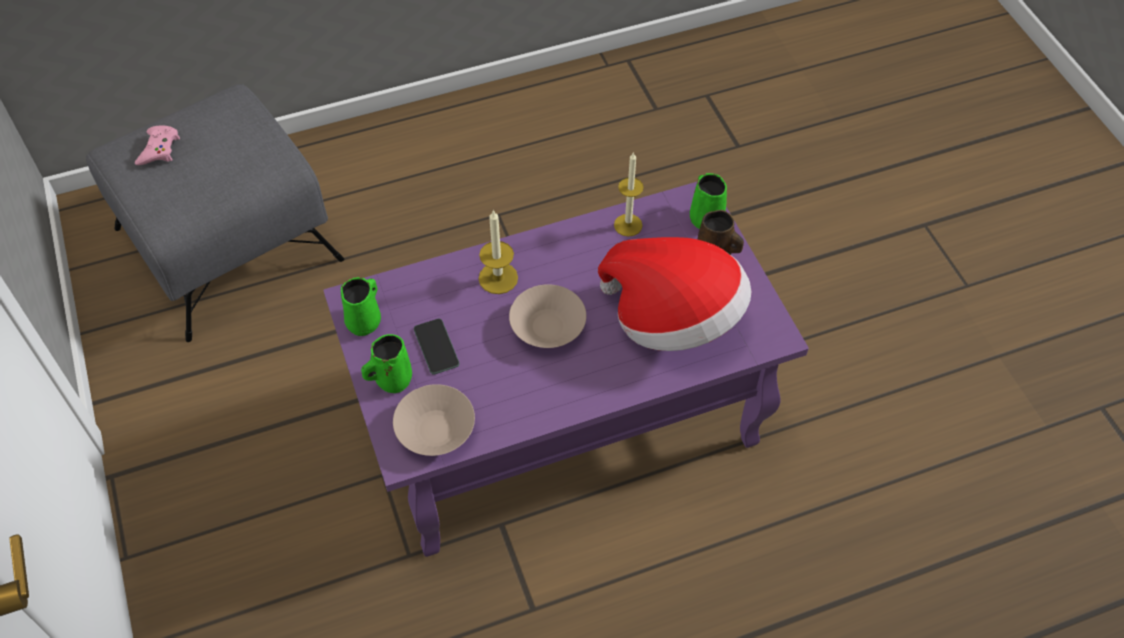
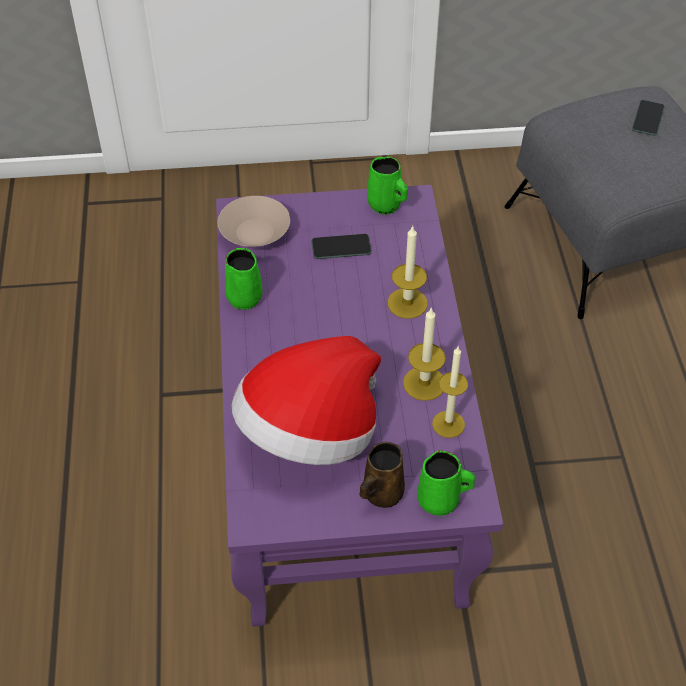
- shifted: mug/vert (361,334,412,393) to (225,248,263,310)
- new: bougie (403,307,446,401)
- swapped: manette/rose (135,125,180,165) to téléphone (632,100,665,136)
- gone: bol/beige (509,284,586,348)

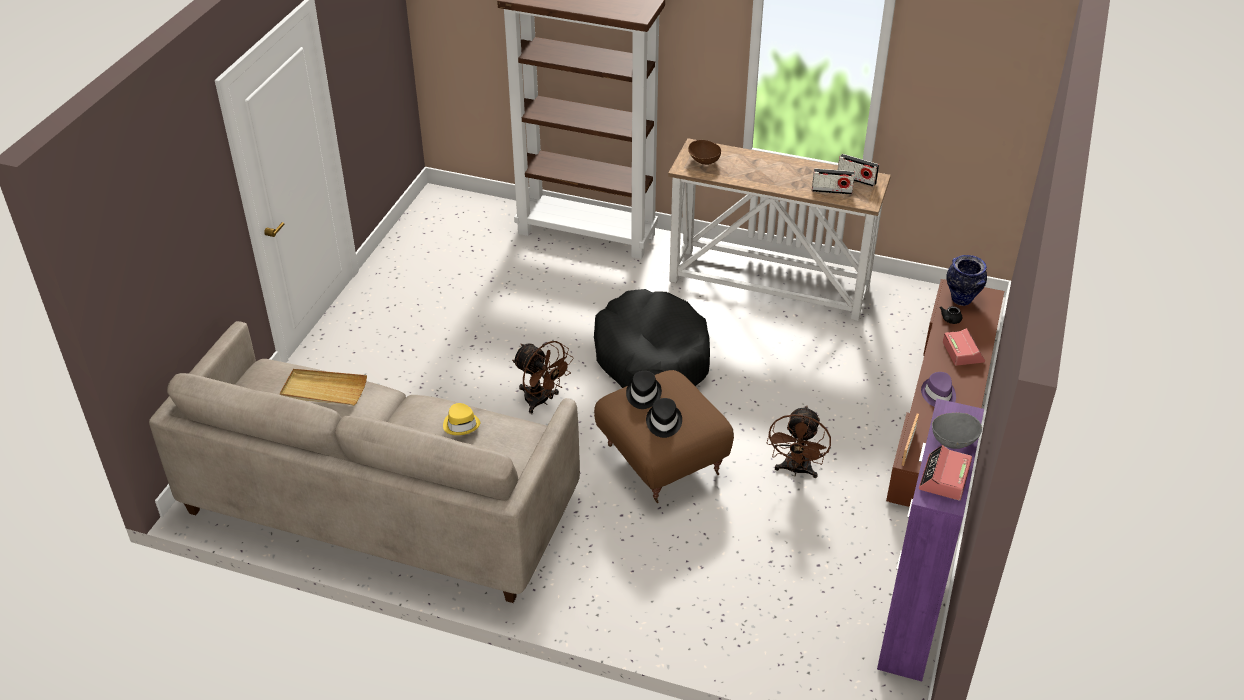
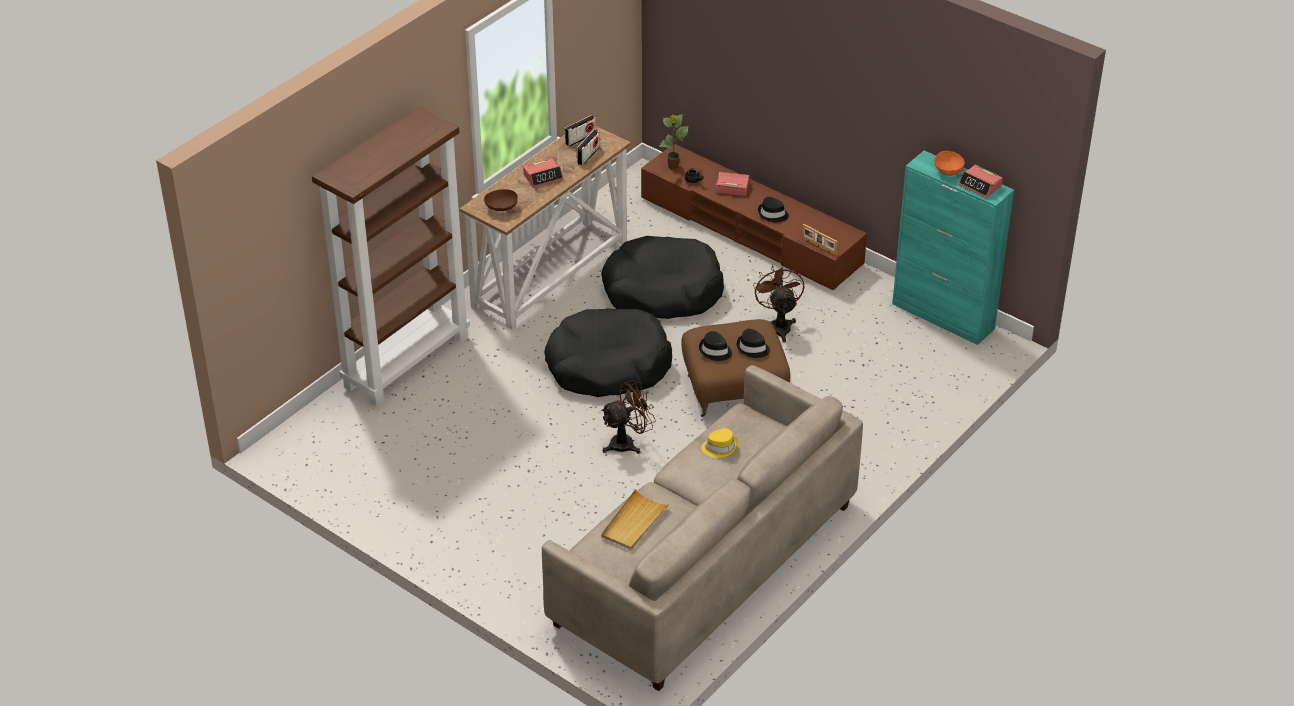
- new: réveil (523,158,563,188)
- new: panier pour chien/noir (601,236,724,319)
- swapped: vase (946,255,987,306) to plante en pot (659,114,688,169)
- rotated: ventilateur/marron (767,406,831,478) = (753,264,804,342) 135 degrees counterclockwise
- repainted: chapeau/violet (921,372,956,407) to chapeau/noir (758,197,789,222)
- repainted: meuble de rangement/violet (877,399,984,682) to meuble de rangement/turquoise (892,150,1014,345)
- repainted: bol/gris (932,413,982,449) to bol/orange (934,151,965,176)

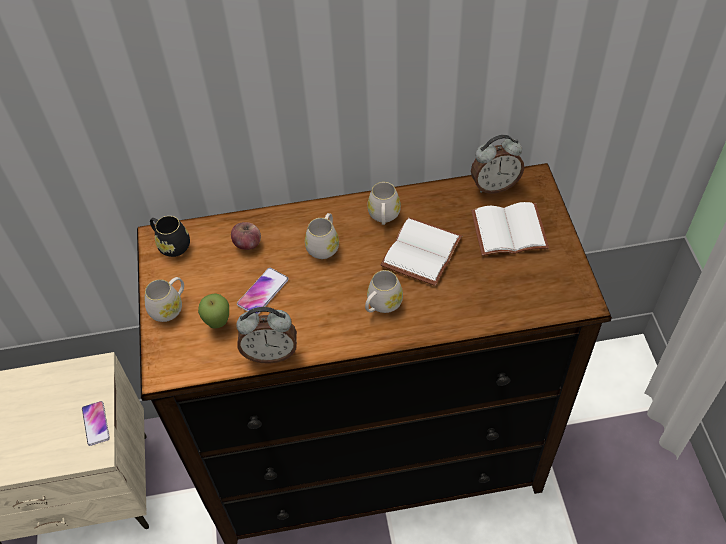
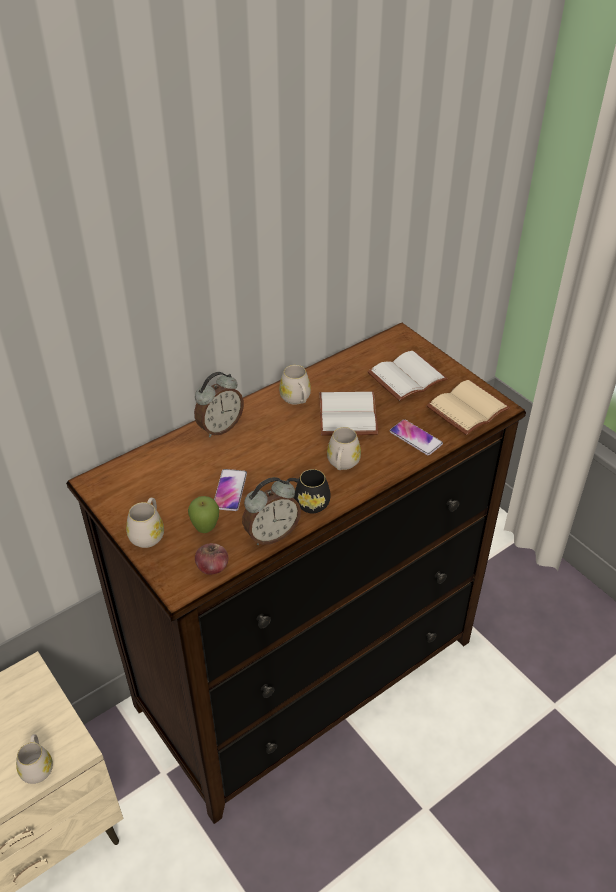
- shifted: mug/blanc (305,213,339,259) to (16,734,53,784)
- shifted: réveil (471,135,524,194) to (194,372,244,437)
- shifted: pomme (231,222,261,250) to (195,543,228,575)
- shifted: mug/noir (150,216,190,257) to (288,469,330,513)
- shifted: téléphone (82,401,110,446) to (390,419,443,455)
- new: livre/beige (427,380,510,435)

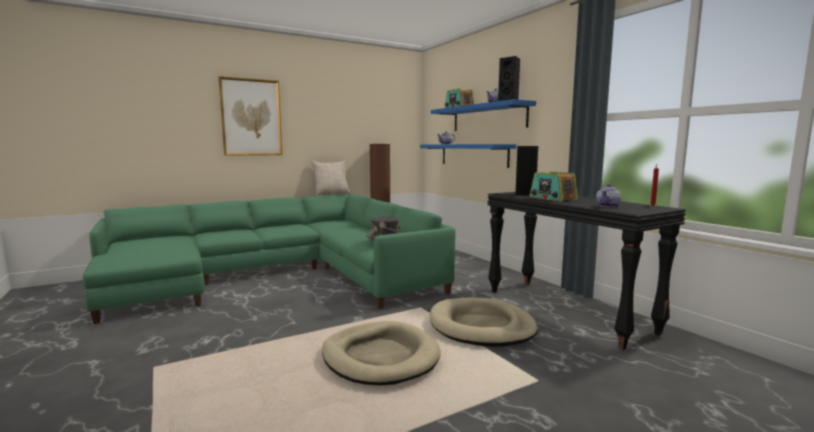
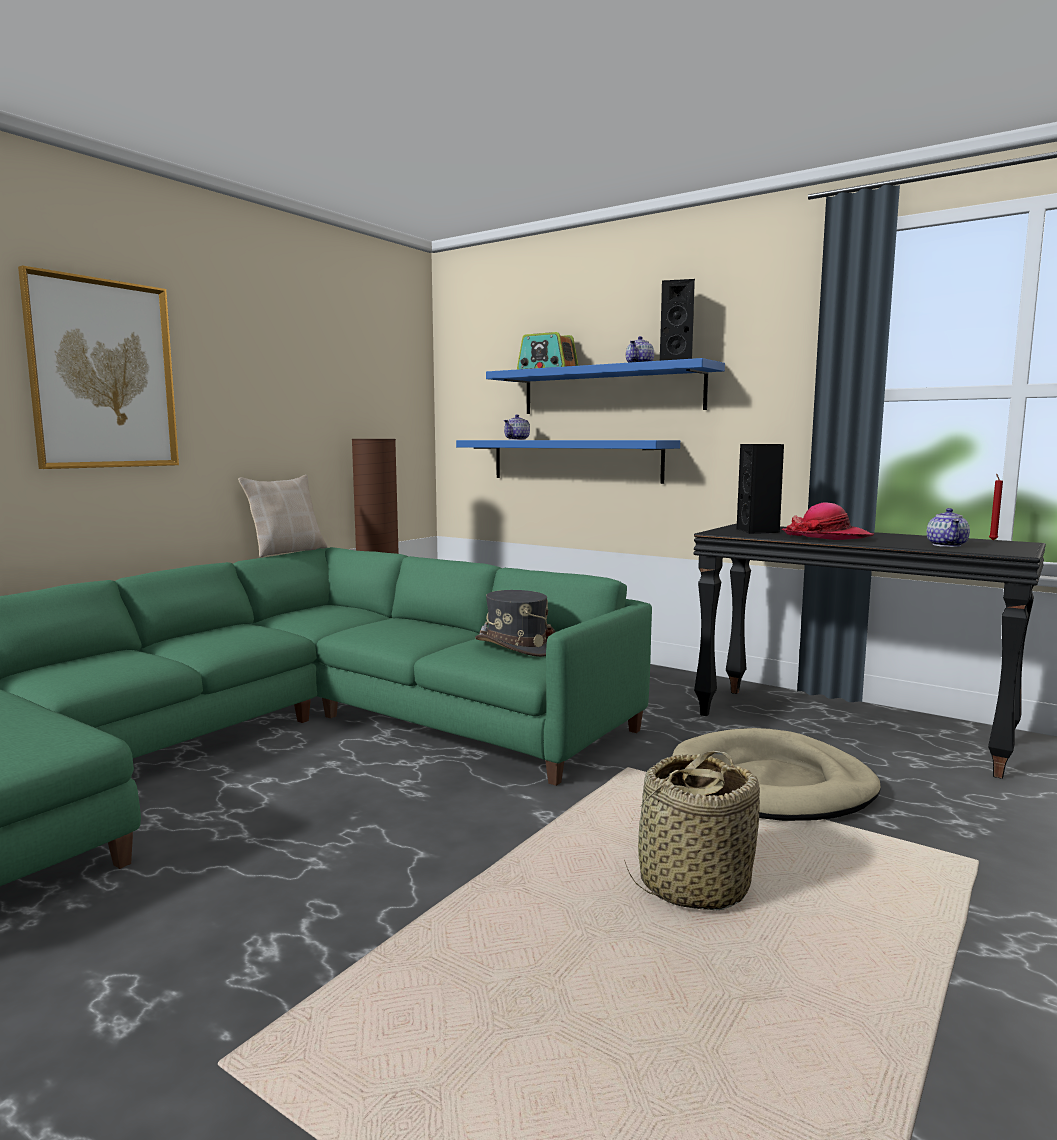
- swapped: panier pour chien/beige (322,321,441,385) to panier (624,751,760,910)
- swapped: radio (530,172,578,202) to chapeau (782,503,874,540)

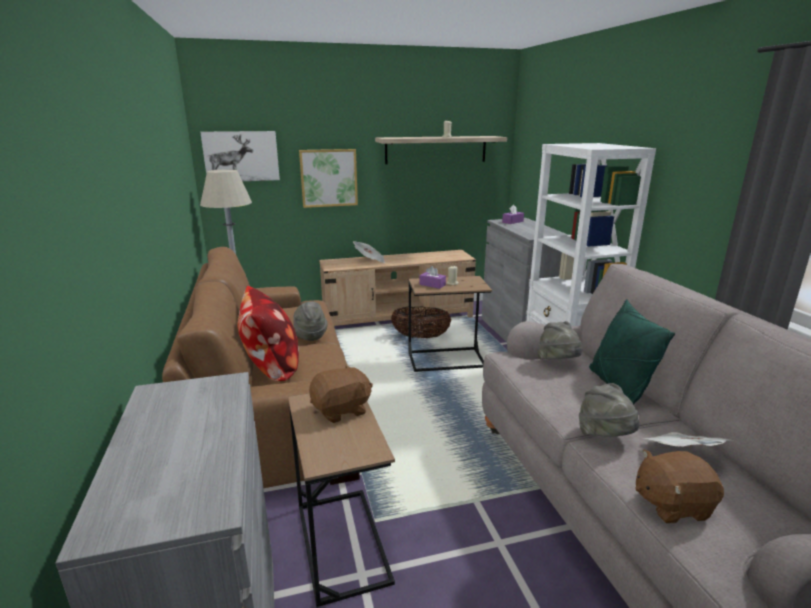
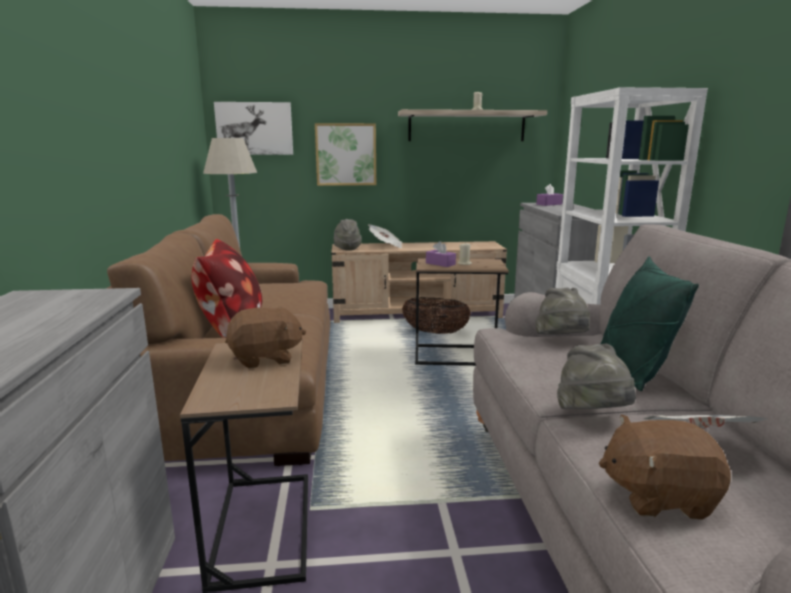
- shifted: chapeau/gris (293,301,328,341) to (334,219,362,251)

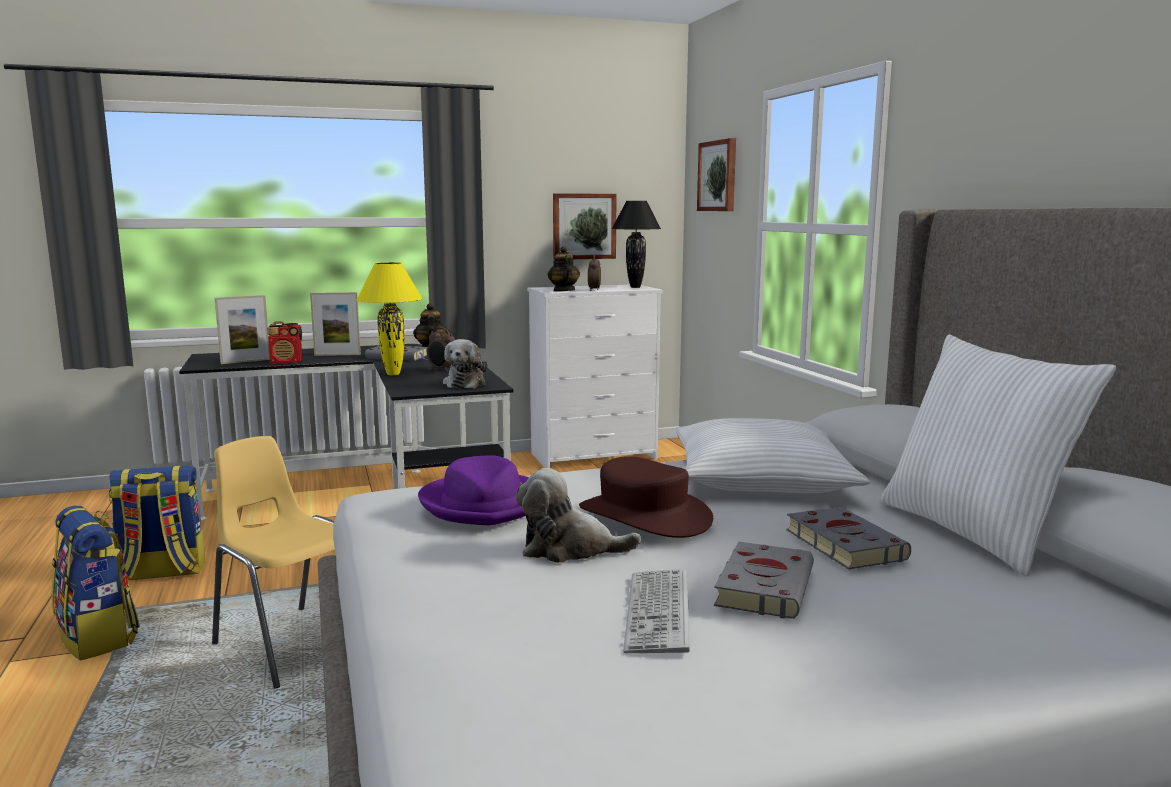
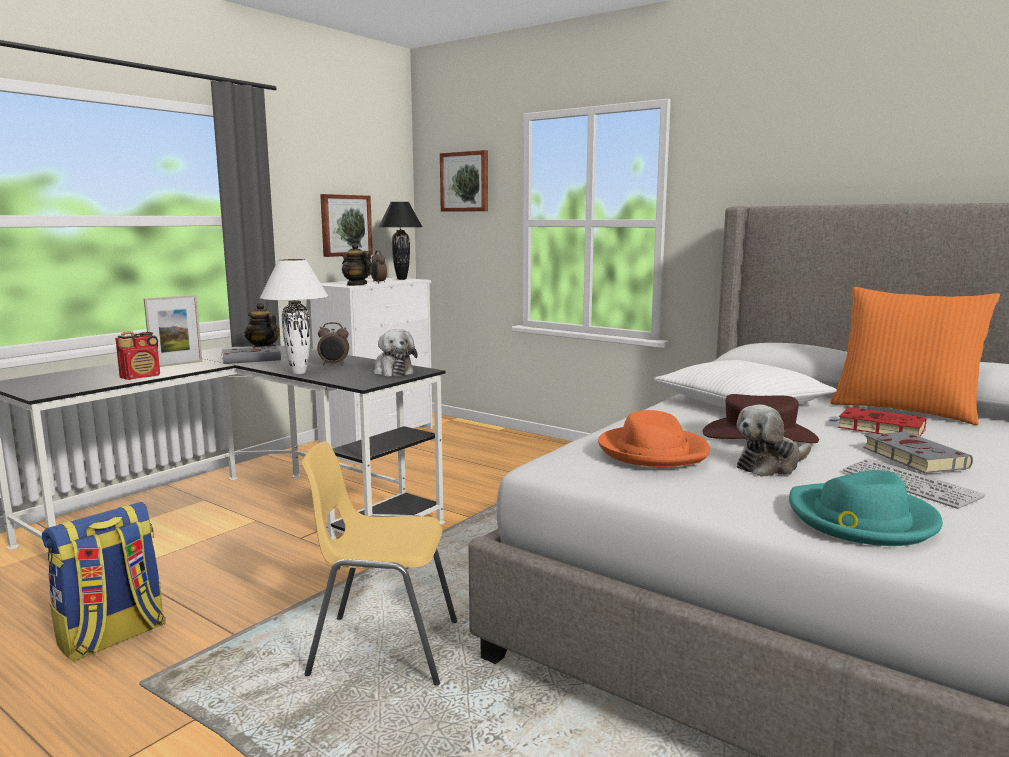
- repainted: lampe de table/jaune (357,262,423,375) to lampe de table/blanc (260,259,328,374)
- repainted: chapeau/violet (418,455,529,525) to chapeau/orange (598,410,710,467)
- new: chapeau/turquoise (789,470,943,546)
- repainted: livre/gris (786,507,911,570) to livre/rouge (829,407,927,437)
- repainted: coussin/blanc (879,335,1116,577) to coussin/orange (830,287,1000,425)
- gone: sac à dos (51,506,140,660)
- gone: cadre photo (215,295,270,364)

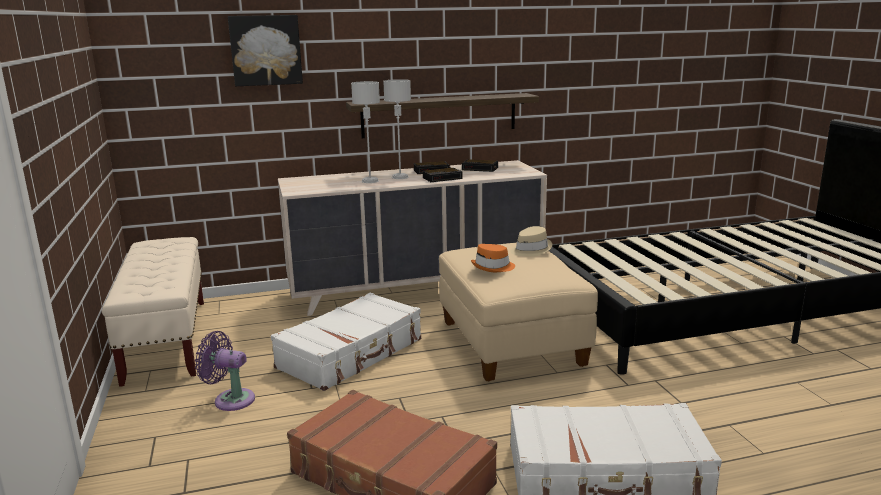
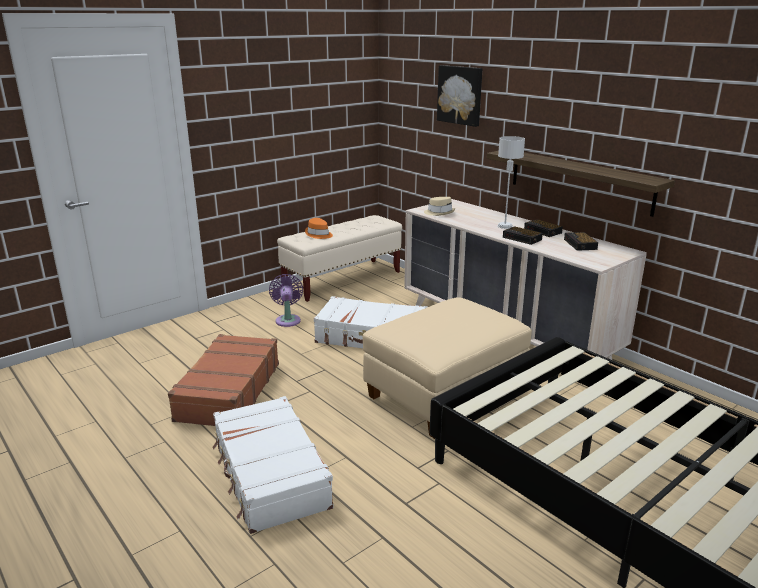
- shifted: chapeau/orange (471,244,515,272) to (305,218,333,239)
- shifted: chapeau/beige (511,226,552,256) to (424,197,455,216)
- gone: lampe de table/gris (351,81,380,183)

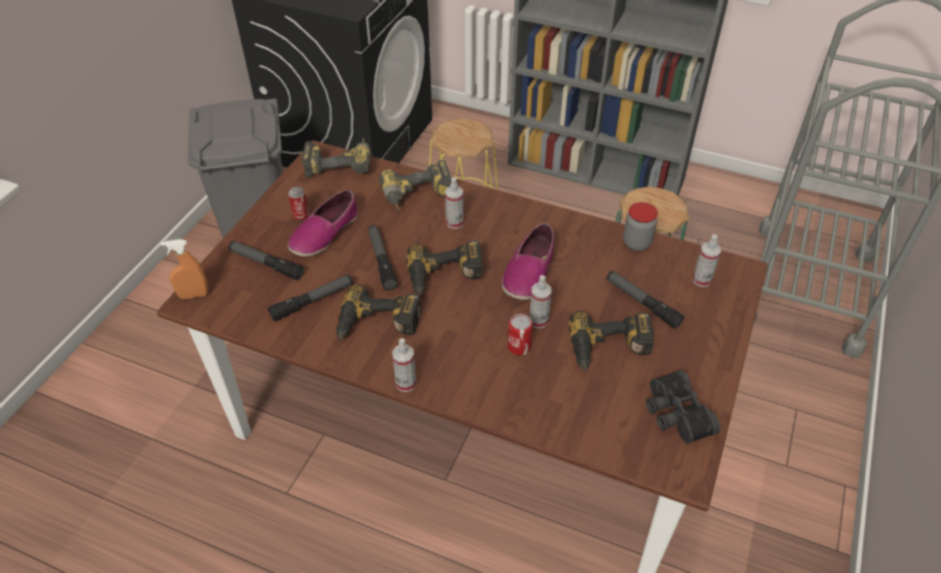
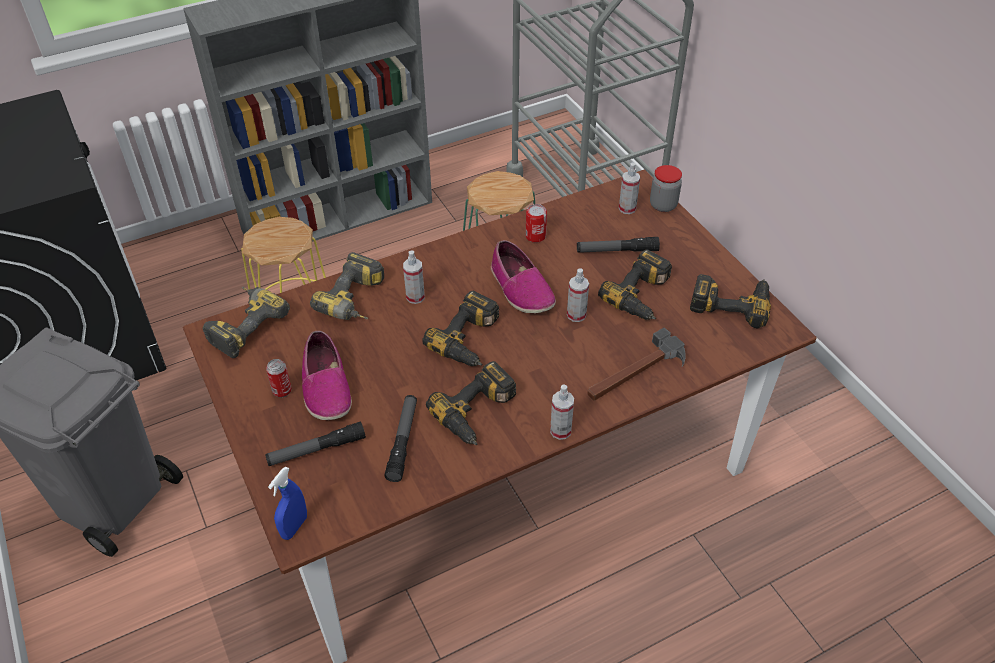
- repainted: vaporisateur/orange (161,239,209,299) to vaporisateur/bleu (268,466,307,540)
- shifted: boîte métallique (508,313,533,355) to (526,204,547,243)
- new: marteau (587,328,686,401)
- shifted: bocal (623,202,658,251) to (650,165,682,212)
- swapped: jumelles/noir (646,370,720,444) to perceuse (690,274,771,328)
- gone: lampe de poche (368,225,398,290)

